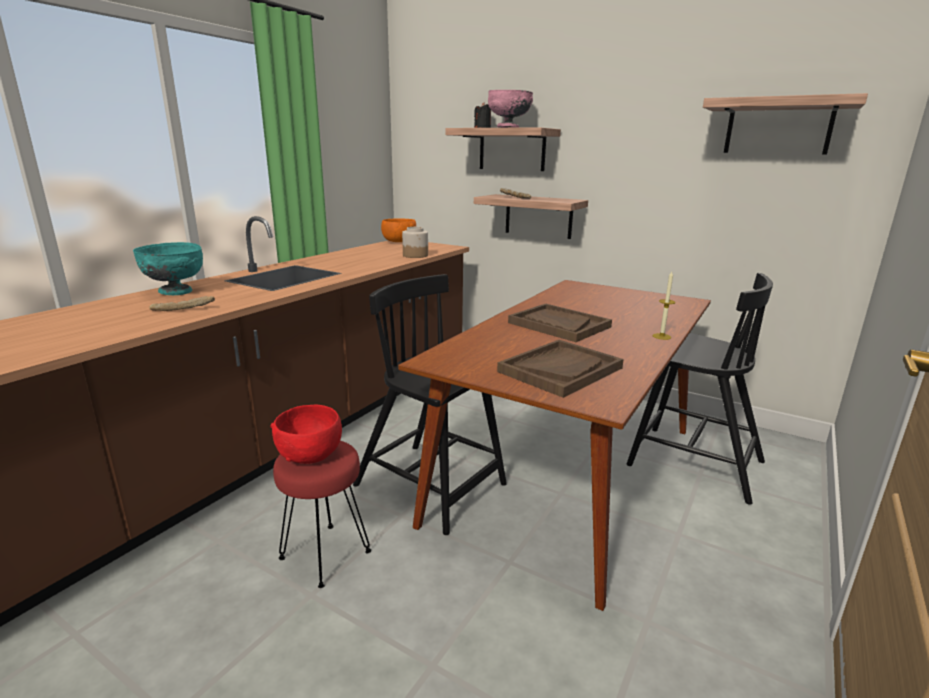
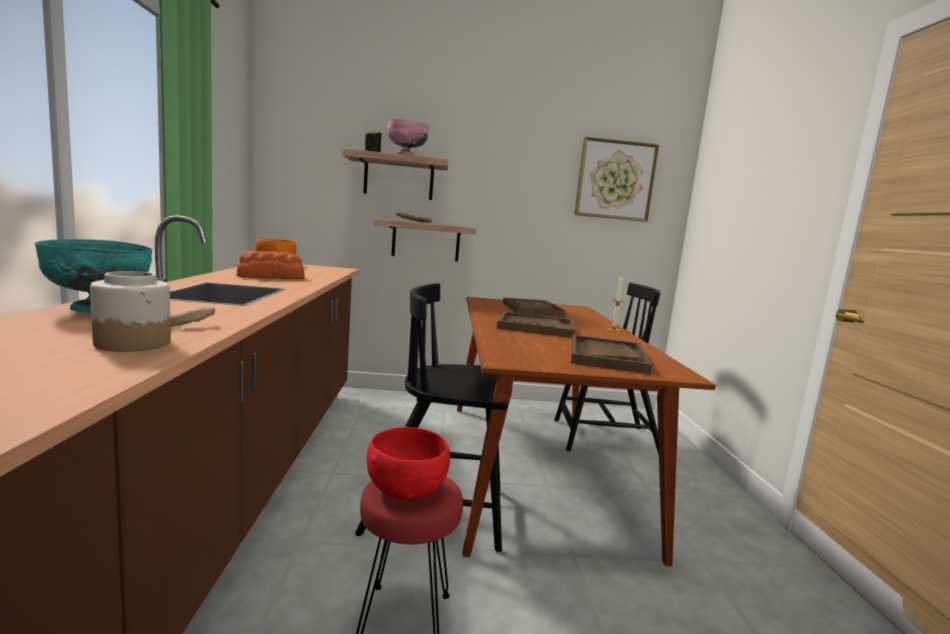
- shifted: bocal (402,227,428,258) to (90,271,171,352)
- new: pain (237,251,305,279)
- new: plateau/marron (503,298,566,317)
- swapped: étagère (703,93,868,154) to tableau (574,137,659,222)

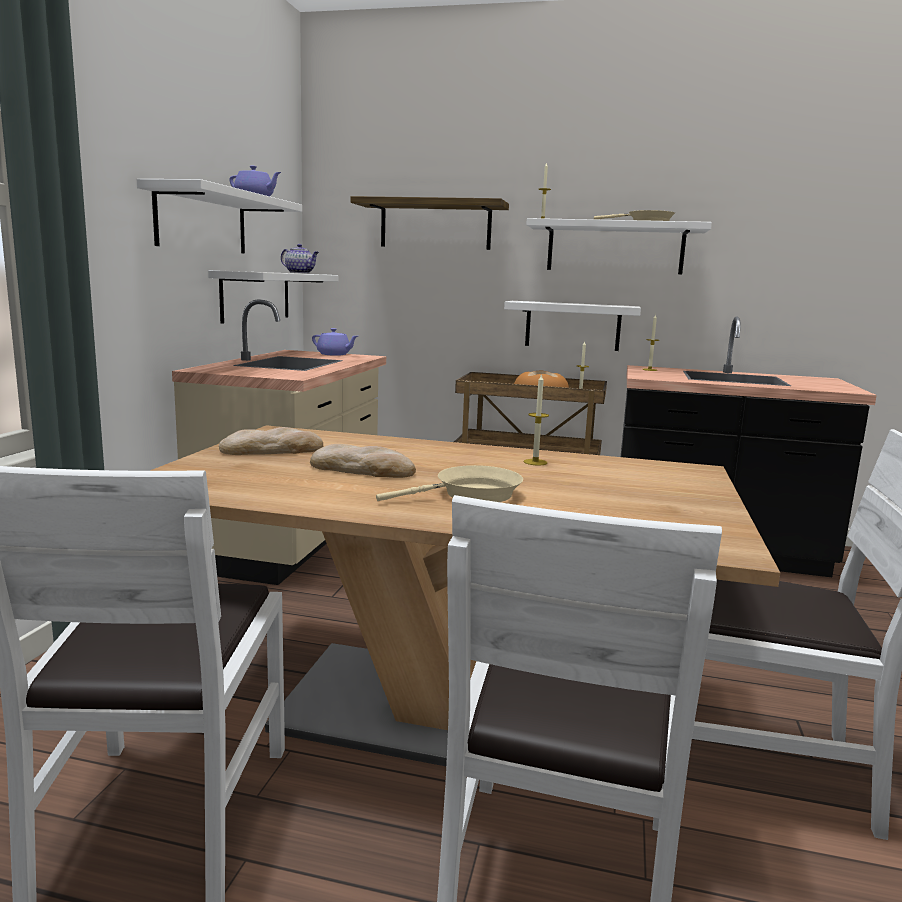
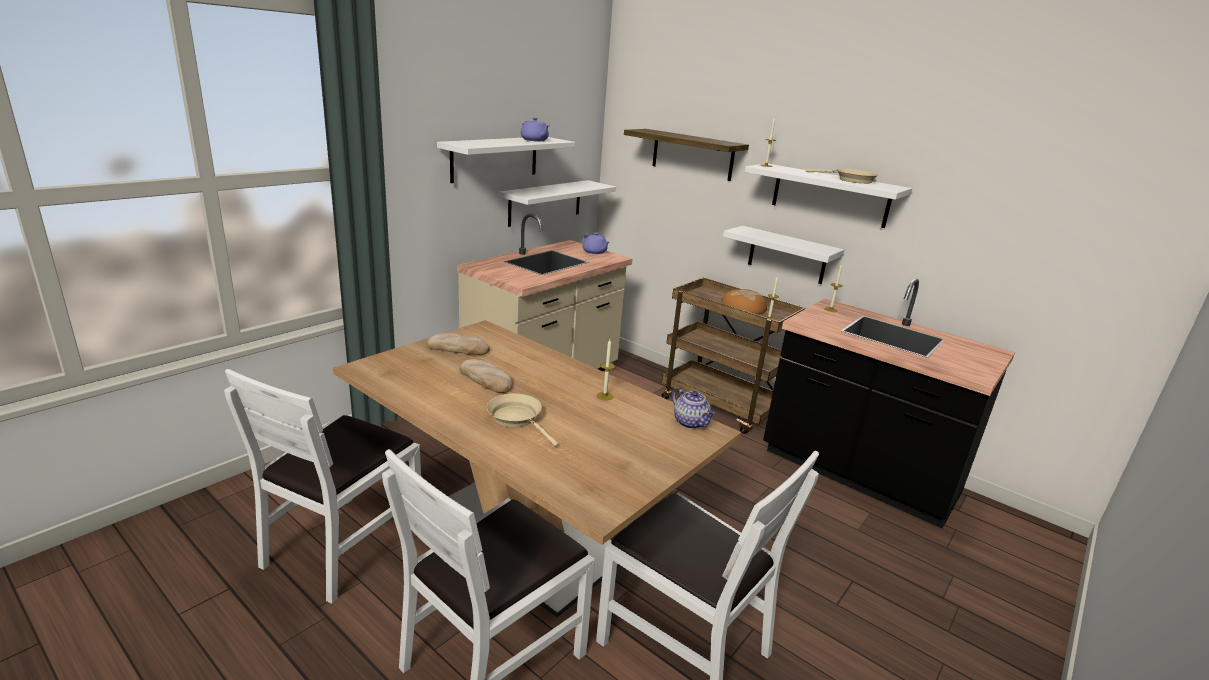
- rotated: poêle/beige (376,465,523,502) = (487,394,559,447) 135 degrees counterclockwise
- shifted: théière (281,244,319,274) to (672,387,716,429)

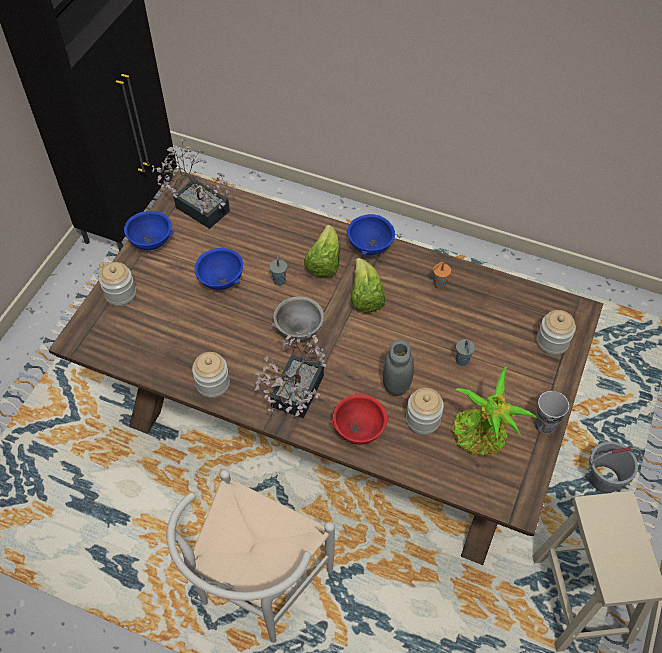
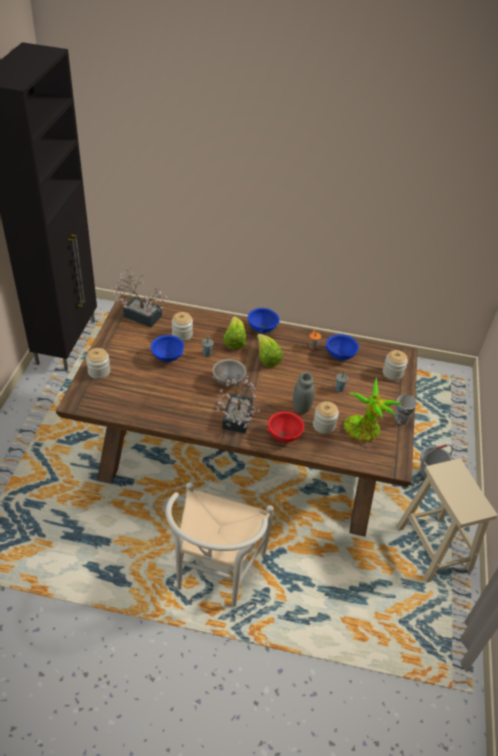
- shifted: bocal (192,352,230,398) to (172,312,193,342)
- shifted: bol/bleu (124,211,174,250) to (325,334,359,360)

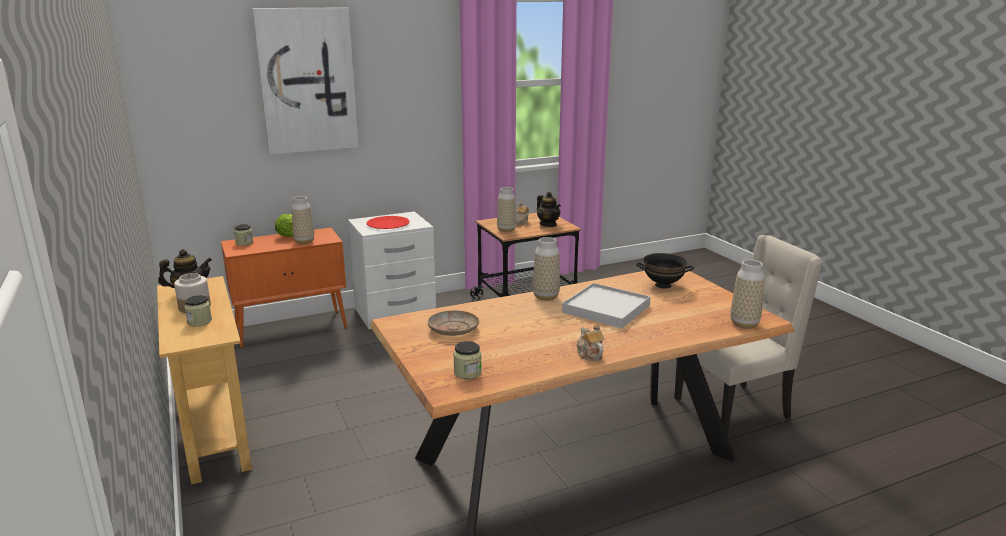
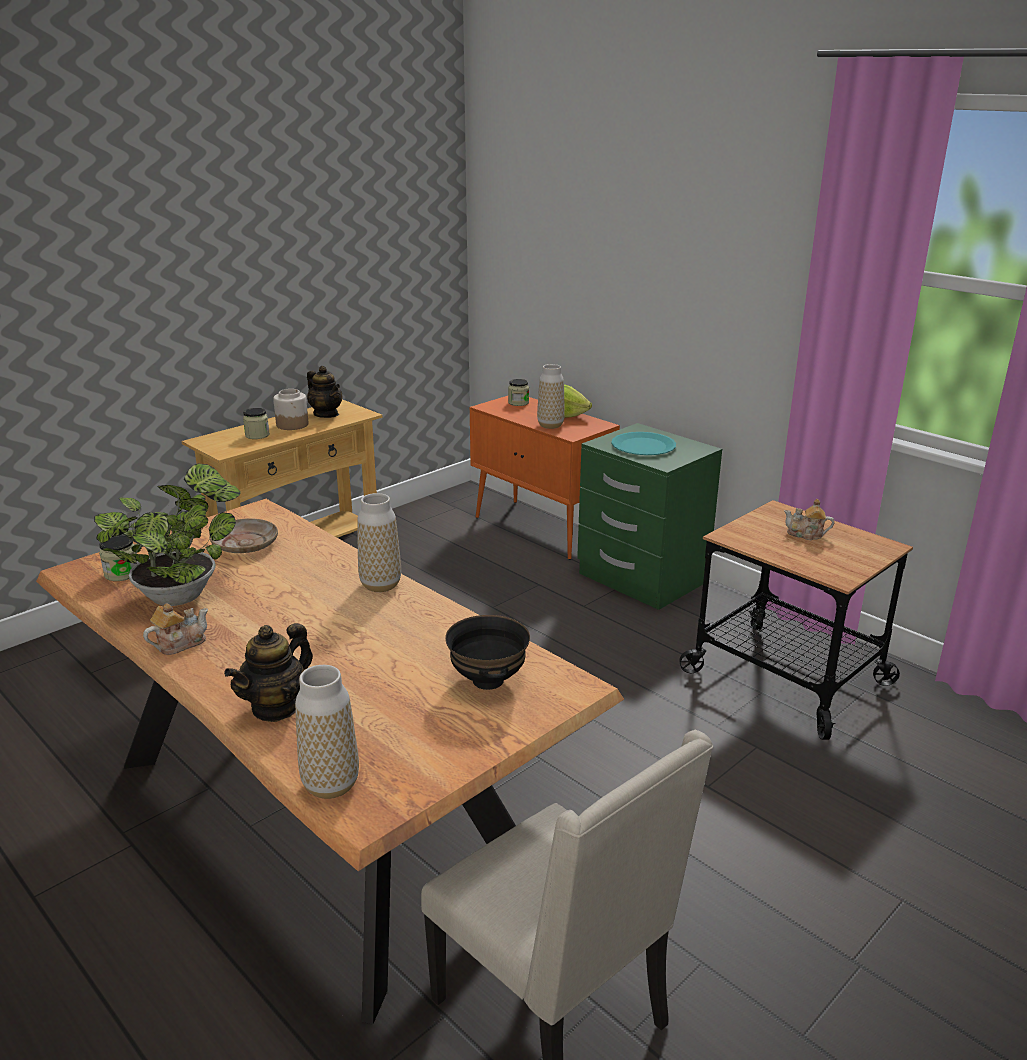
- new: plante en pot (94,463,241,606)
- shifted: théière (537,192,561,227) to (224,623,313,722)
- repainted: table de chevet/blanc (348,211,436,329) to table de chevet/vert (577,423,722,610)
- repainted: assiette/rouge (367,216,410,229) to assiette/turquoise (611,432,676,455)
- gone: tableau (252,7,359,155)
- gone: vase (497,187,516,232)
- gone: plateau/blanc (562,283,651,328)

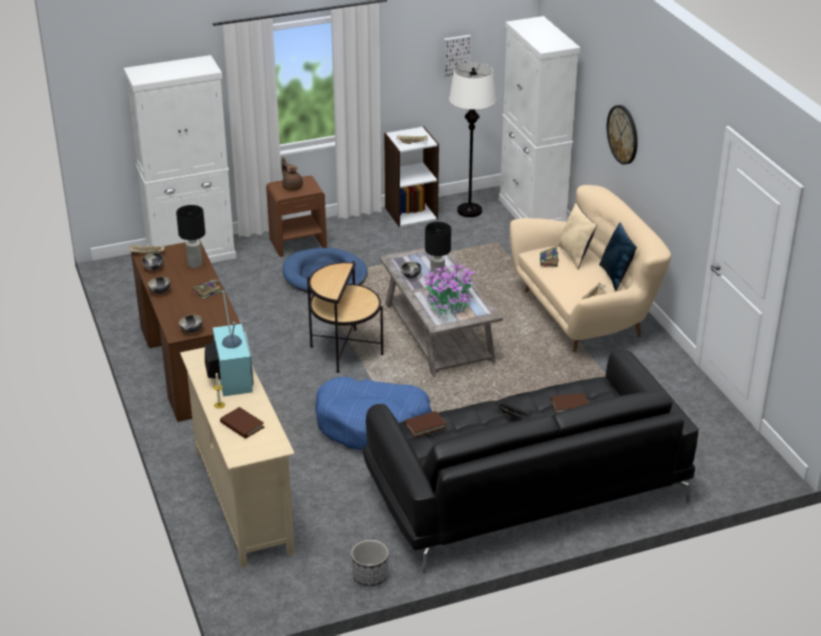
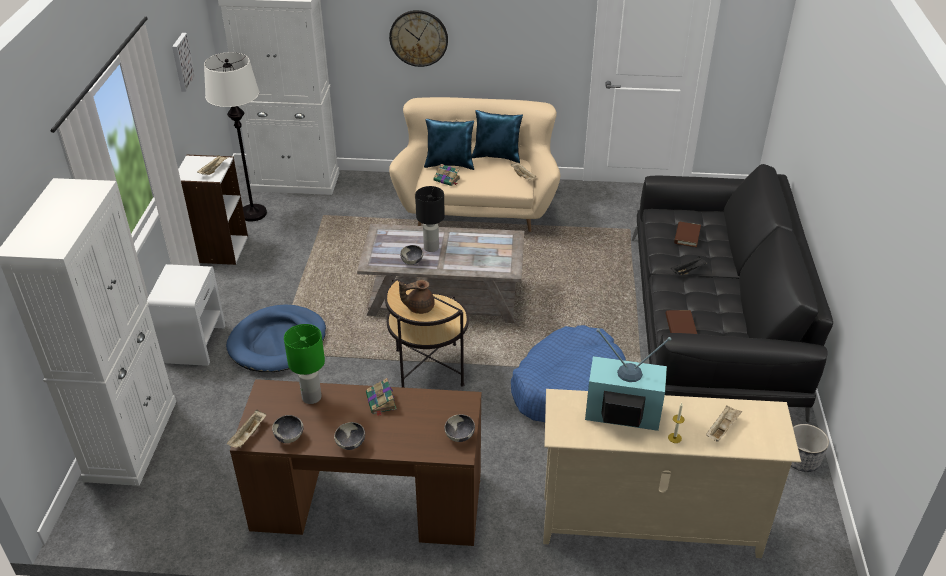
- repainted: table de chevet/marron (266,176,327,257) to table de chevet/blanc (147,264,226,366)
- repainted: lampe de table/noir (176,205,205,268) to lampe de table/vert (284,324,325,404)
- shifted: théière/marron (281,157,303,190) to (399,280,435,314)
- repainted: coussin/beige (557,203,597,270) to coussin/bleu (424,119,474,170)
- swapped: livre/marron (220,407,264,439) to plateau/beige (706,405,742,442)
- gone: plante en pot (424,261,476,315)

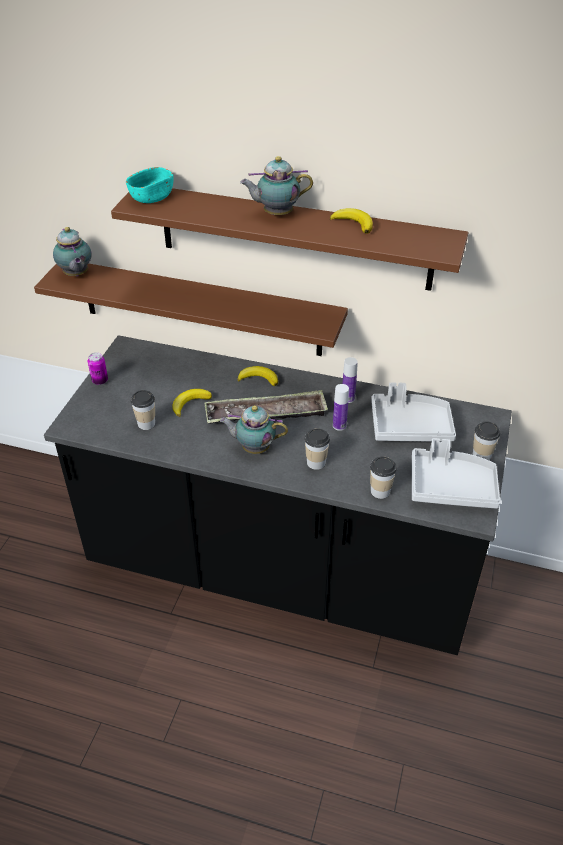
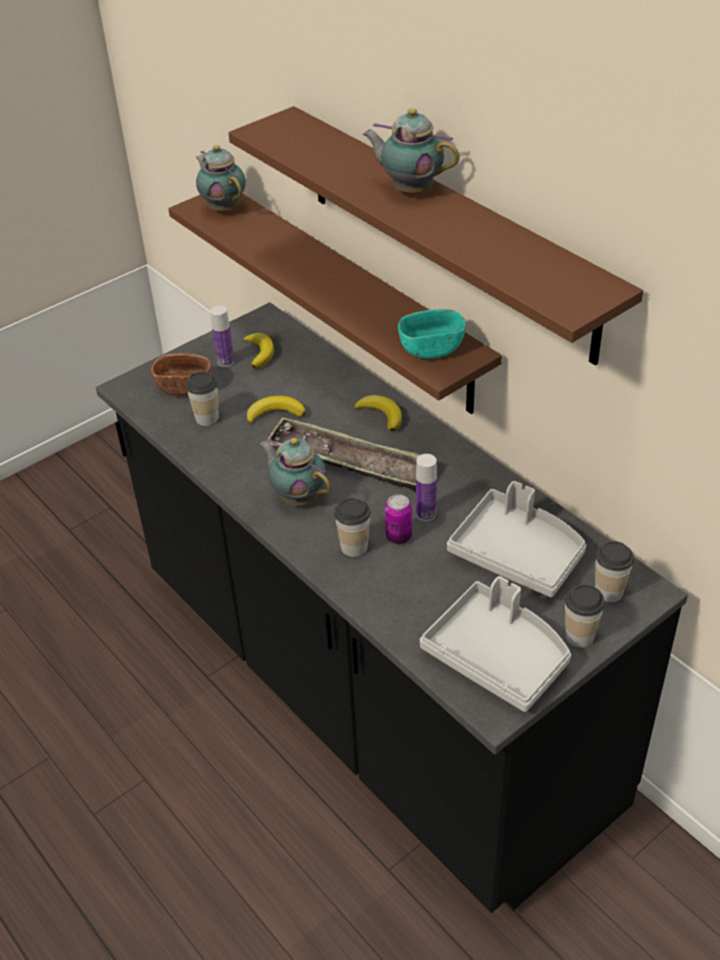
- new: bol/marron (151,354,211,396)
- rotated: théière (53,227,92,276) = (196,145,246,212) 135 degrees clockwise
- shifted: bouteille (343,357,358,403) to (210,305,234,367)
- shifted: banane (330,208,373,234) to (243,333,274,369)
- shifted: boîte métallique (88,352,108,385) to (385,494,412,544)
- shifted: bol/turquoise (126,167,173,203) to (398,309,466,359)
- shifted: tasse (370,457,397,499) to (595,541,634,602)

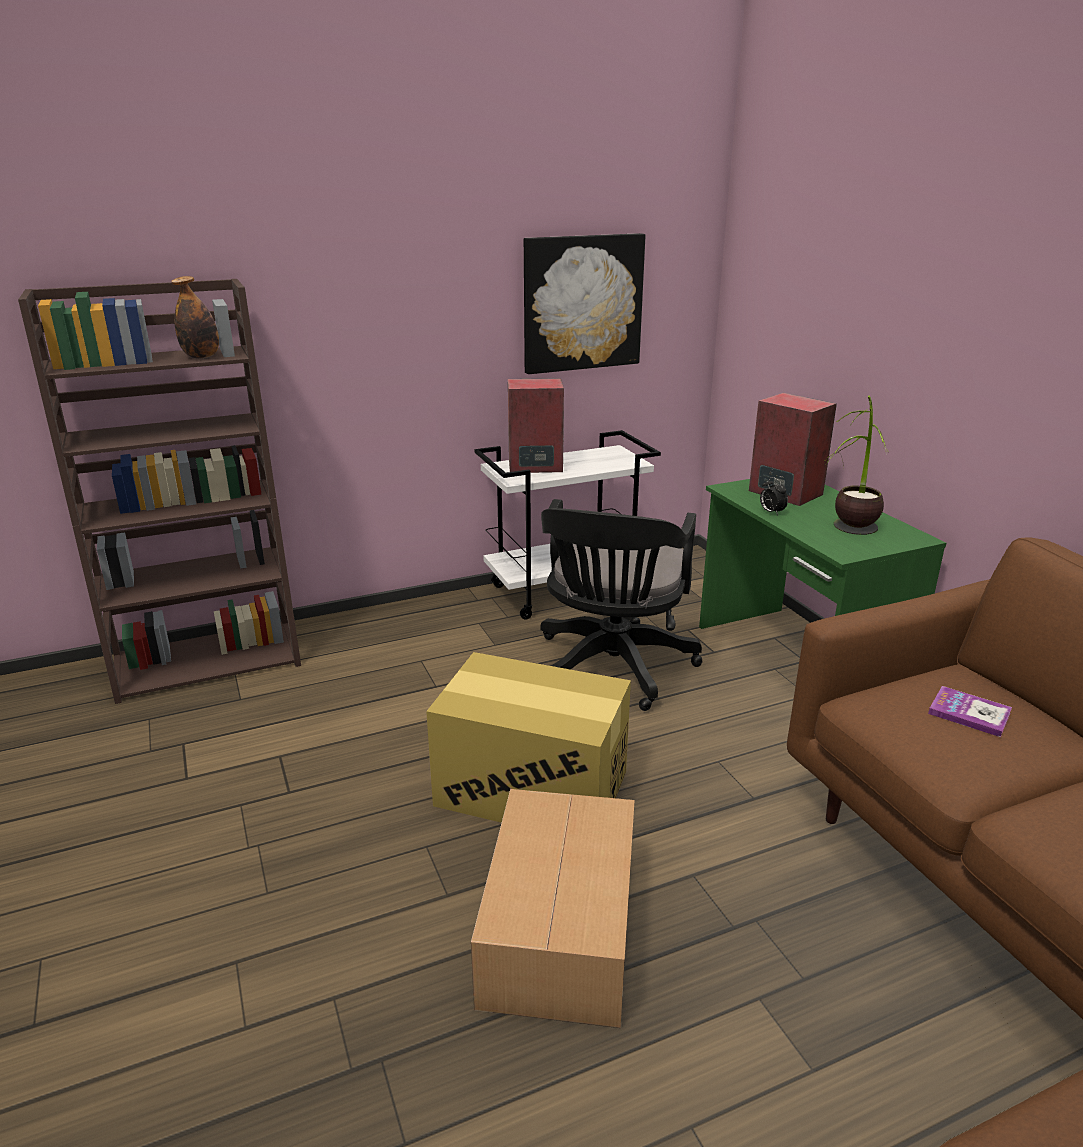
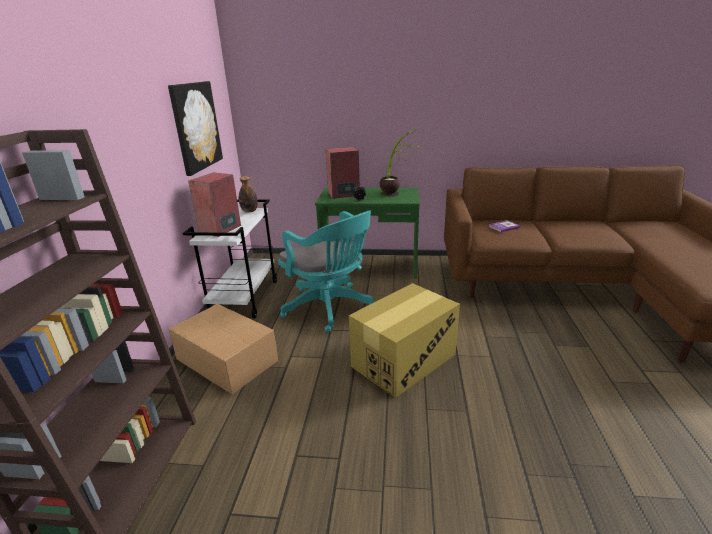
- shifted: carton (471,789,635,1028) to (169,304,278,394)
- shifted: bouteille (171,276,219,359) to (239,176,258,213)
- repainted: chaise de bureau/noir (540,499,702,711) to chaise de bureau/turquoise (278,210,373,332)

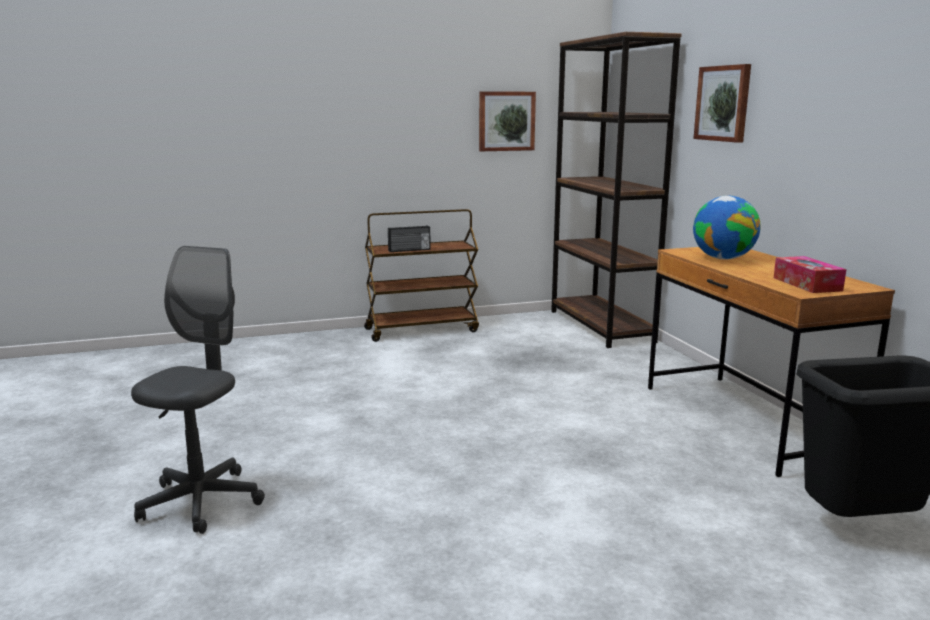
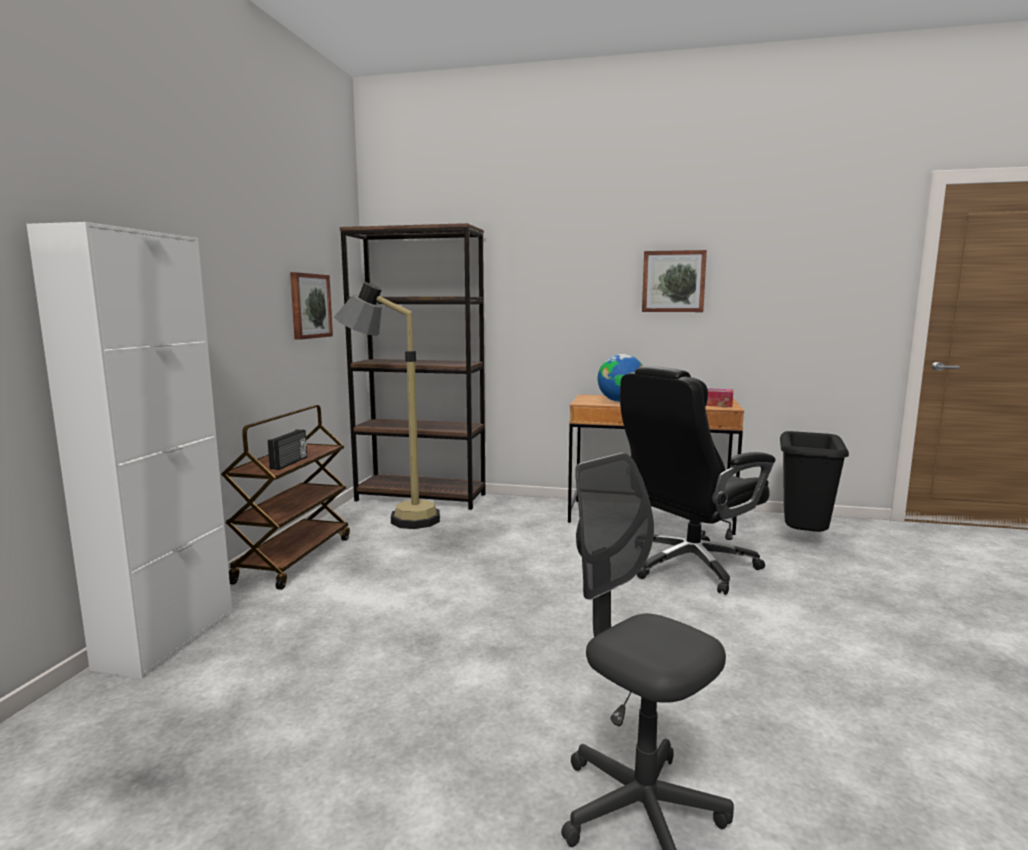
- new: meuble de rangement/blanc (26,222,233,679)
- new: lampadaire (334,282,440,529)
- new: chaise de bureau/noir (620,366,776,595)
- shifted: tableau (693,64,751,143) to (642,250,707,312)

